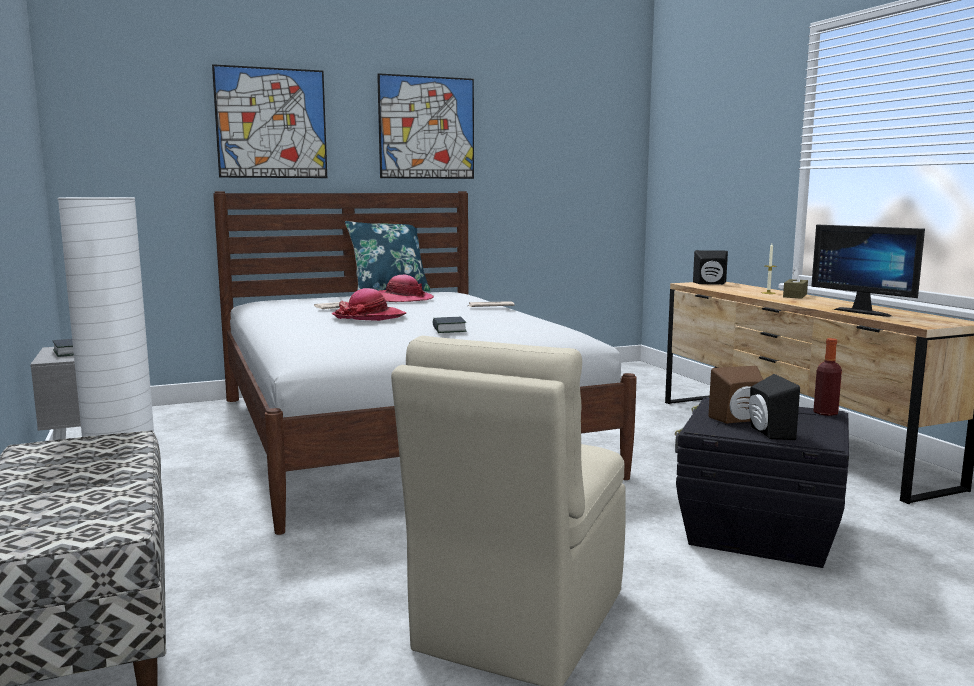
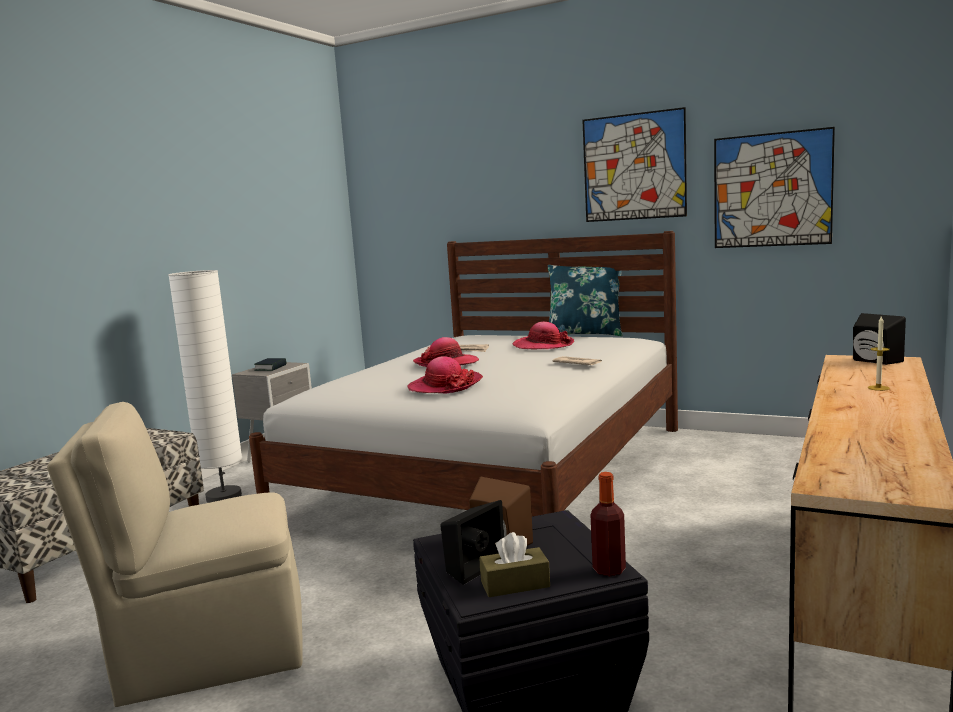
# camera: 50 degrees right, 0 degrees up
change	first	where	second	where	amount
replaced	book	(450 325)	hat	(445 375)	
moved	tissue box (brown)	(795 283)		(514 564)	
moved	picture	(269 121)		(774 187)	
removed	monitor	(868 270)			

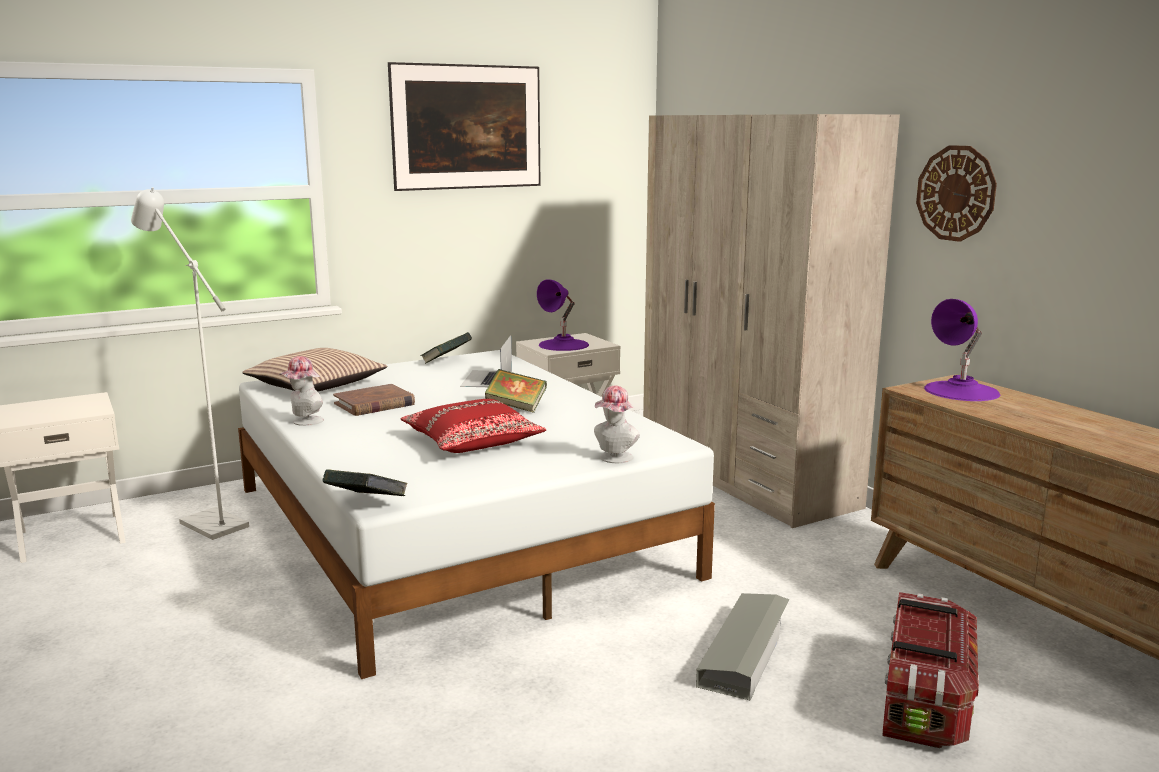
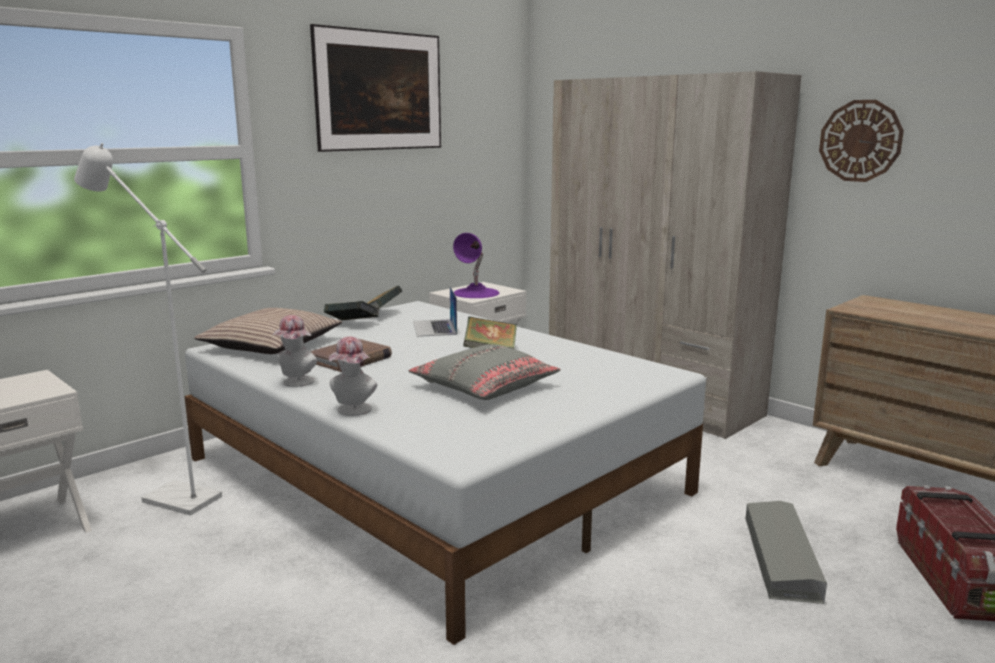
# camera: 15 degrees left, 0 degrees up
change	first	where	second	where	amount
moved	book	(365 482)		(351 311)	
moved	hat	(617 424)		(353 376)	
recoloured	pillow (red)	(473 426)	pillow (grey)	(484 372)	
removed	table lamp (purple)	(962 350)			

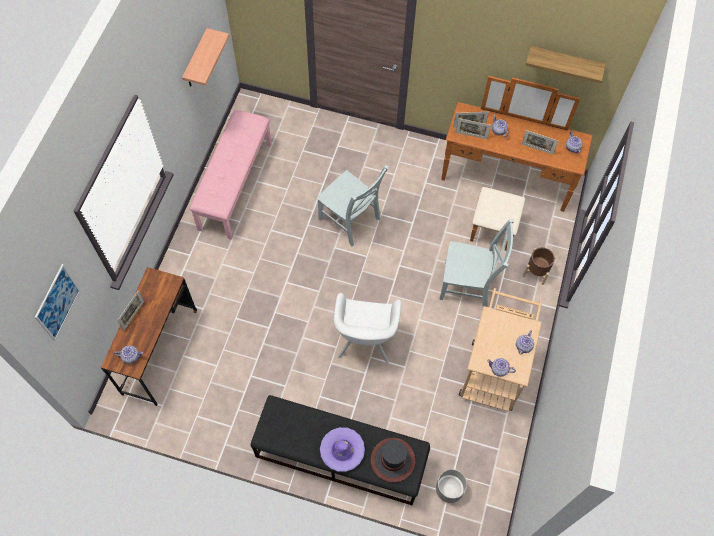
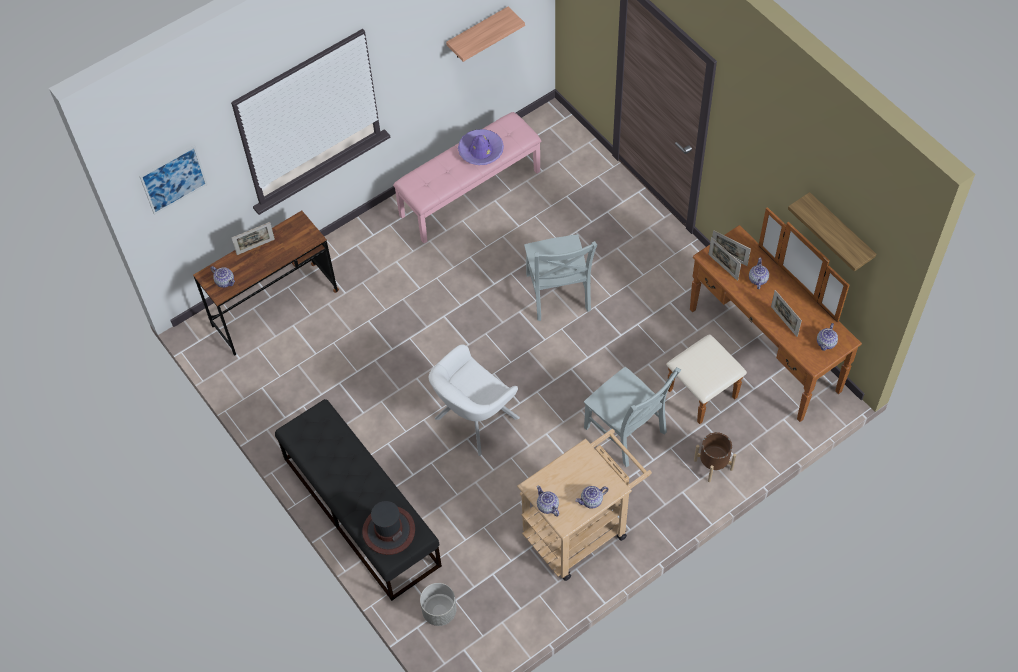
# camera: 40 degrees right, 5 degrees down
change	first	where	second	where	amount
moved	hat (purple)	(342 449)		(481 147)	

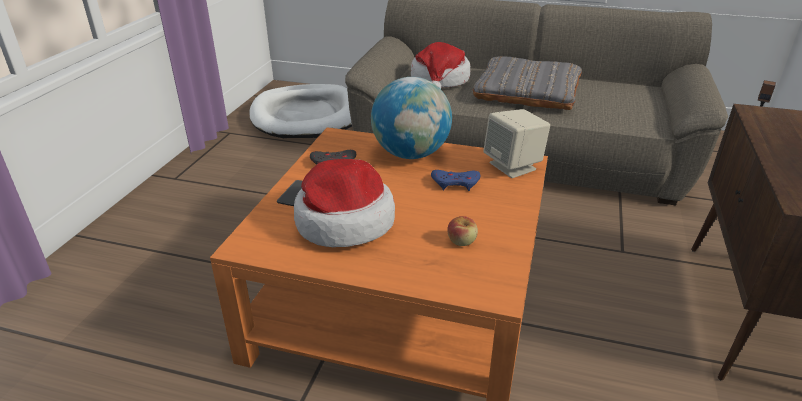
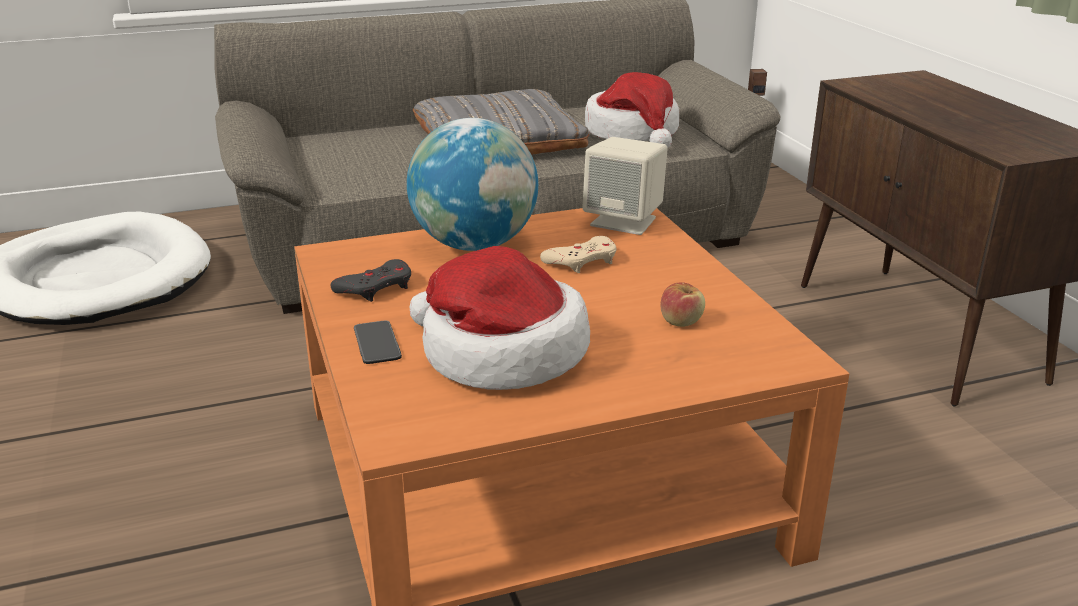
# camera: 35 degrees left, 5 degrees down
change	first	where	second	where	amount
recoloured	game controller (blue)	(455 180)	game controller (beige)	(578 254)	
moved	hat	(440 65)		(632 110)	

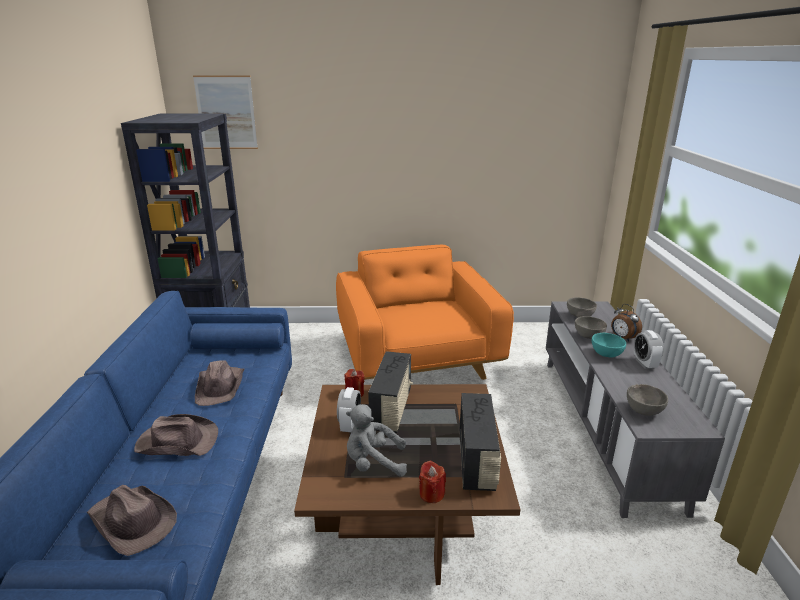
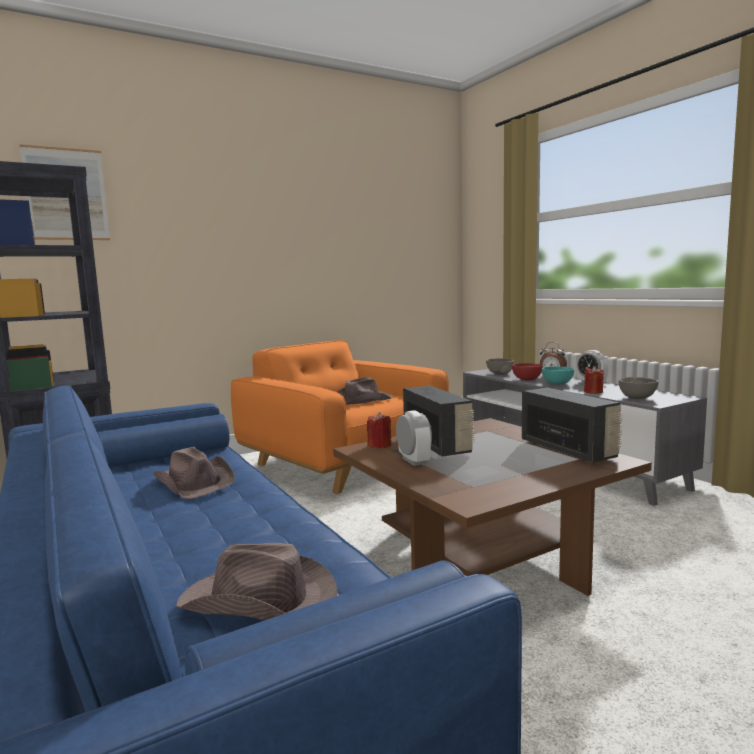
# camera: 30 degrees left, 15 degrees down
change	first	where	second	where	amount
moved	hat (brown)	(176 435)		(364 391)	
recoloured	bowl (grey)	(591 327)	bowl (red)	(527 371)	
moved	candle (red)	(432 481)		(594 380)	
removed	plush toy (grey)	(376 440)			

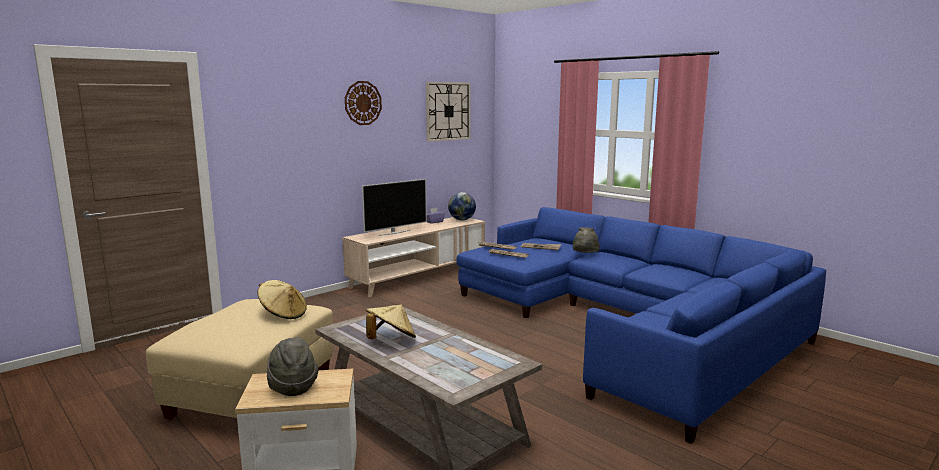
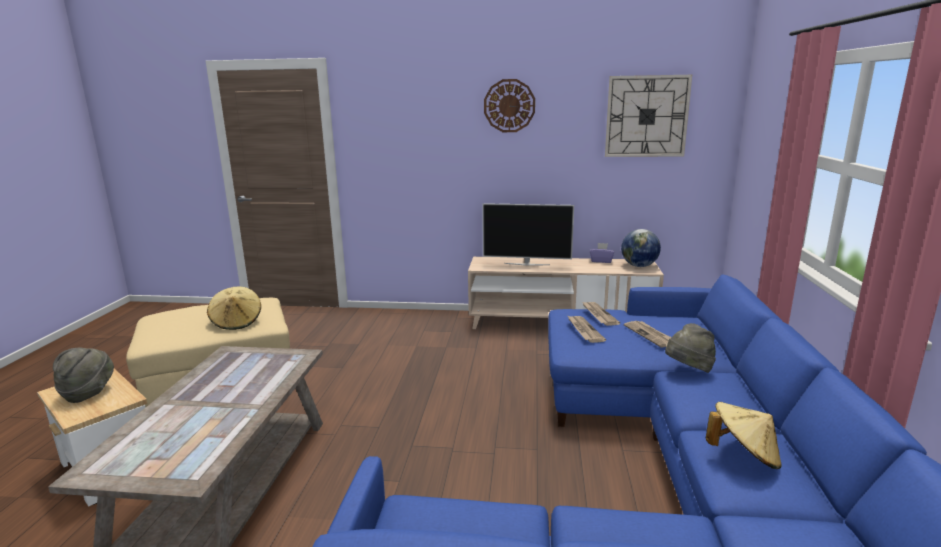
# camera: 50 degrees right, 5 degrees up
change	first	where	second	where	amount
moved	hat (beige)	(391 321)		(744 435)	

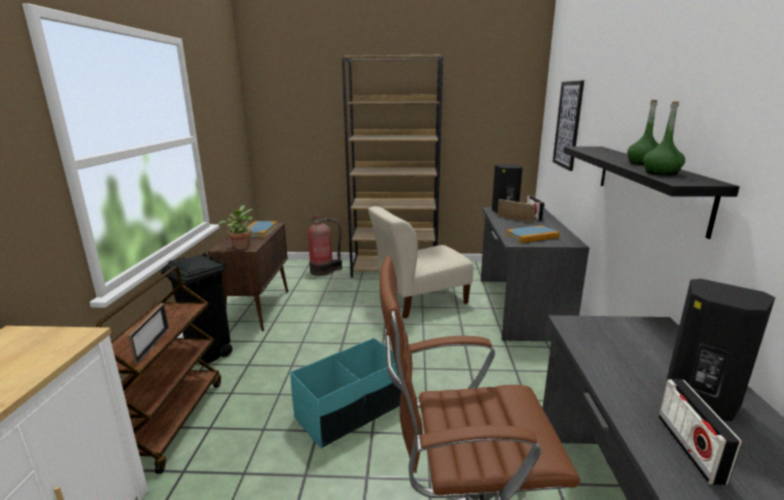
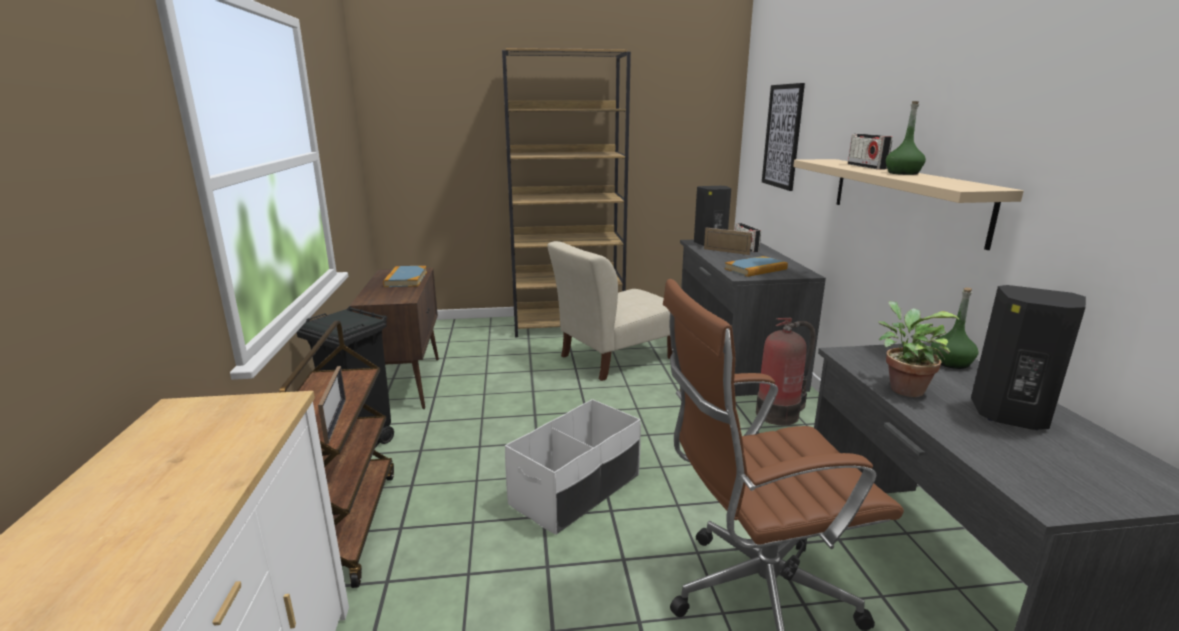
# camera: 10 degrees left, 0 degrees up
change	first	where	second	where	amount
recoloured	storage box (turquoise)	(345 393)	storage box (white)	(573 467)	
moved	fire extinguisher	(325 245)		(785 371)	
recoloured	shelf (black)	(651 192)	shelf (beige)	(908 204)	
moved	radio	(700 432)		(870 152)	
moved	potted plant	(235 227)		(919 349)	
moved	bottle (green)	(664 138)		(955 328)	

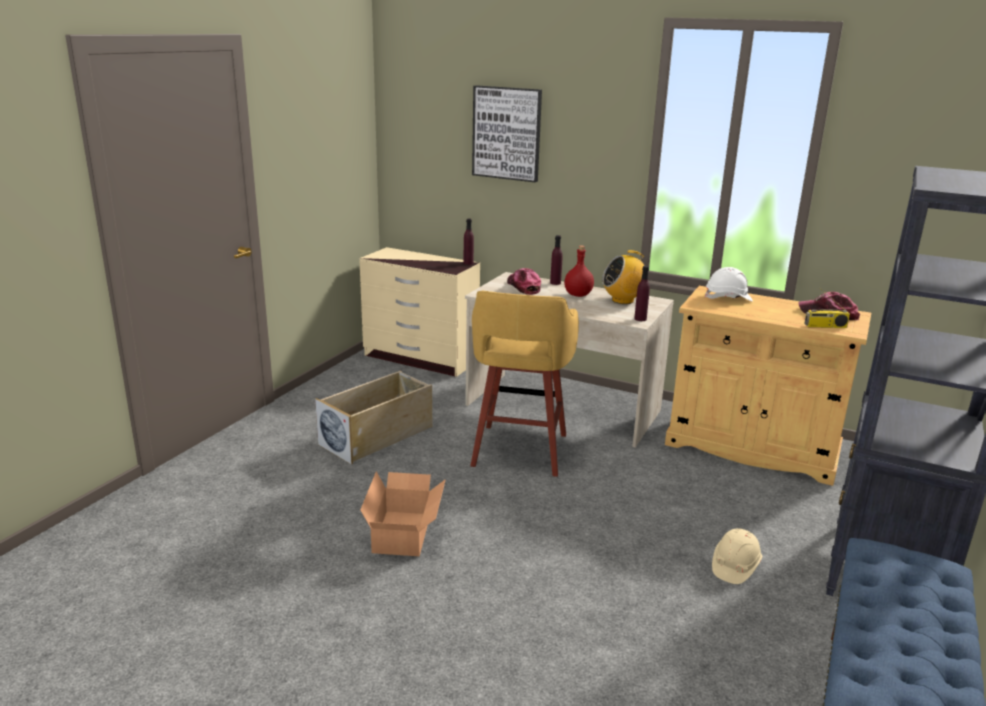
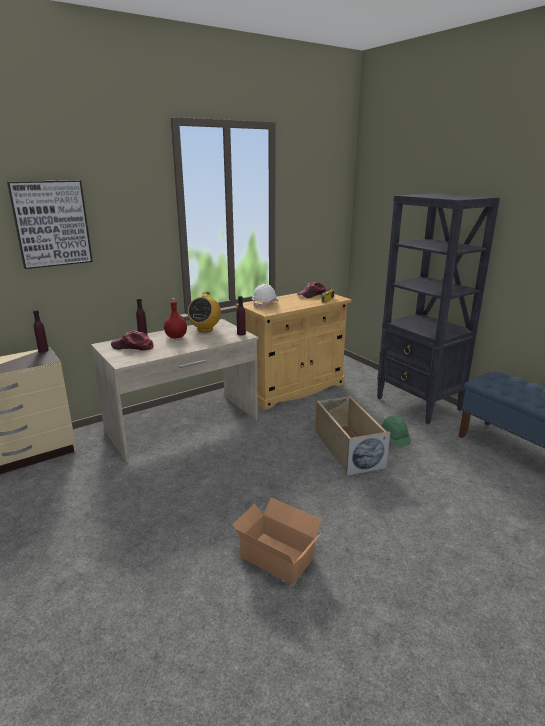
# camera: 60 degrees left, 0 degrees up
change	first	where	second	where	amount
moved	storage box (beige)	(373 418)		(353 436)	
recoloured	hard hat (beige)	(737 556)	hard hat (green)	(396 431)	
removed	stool (yellow)	(524 383)			

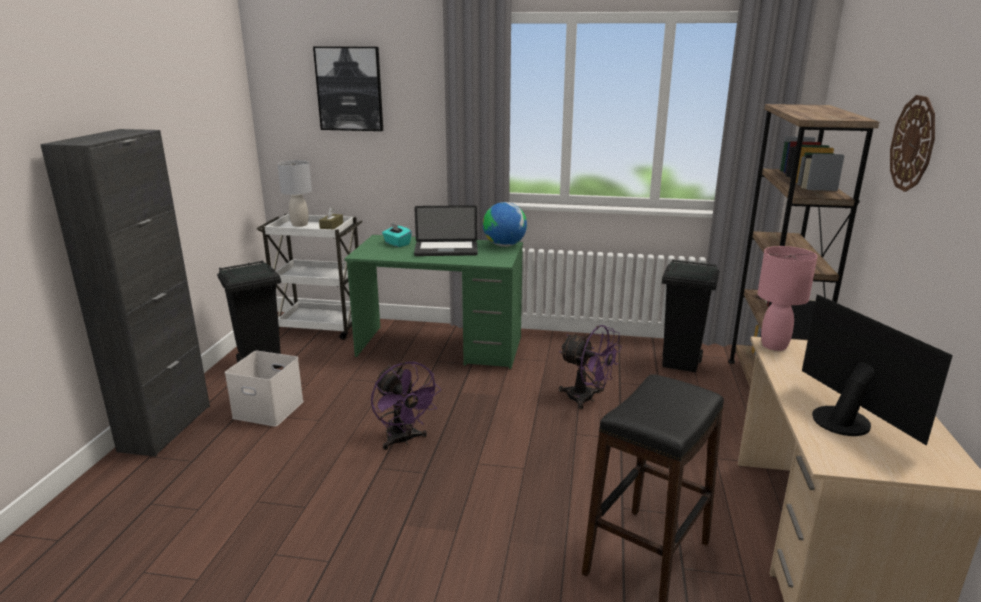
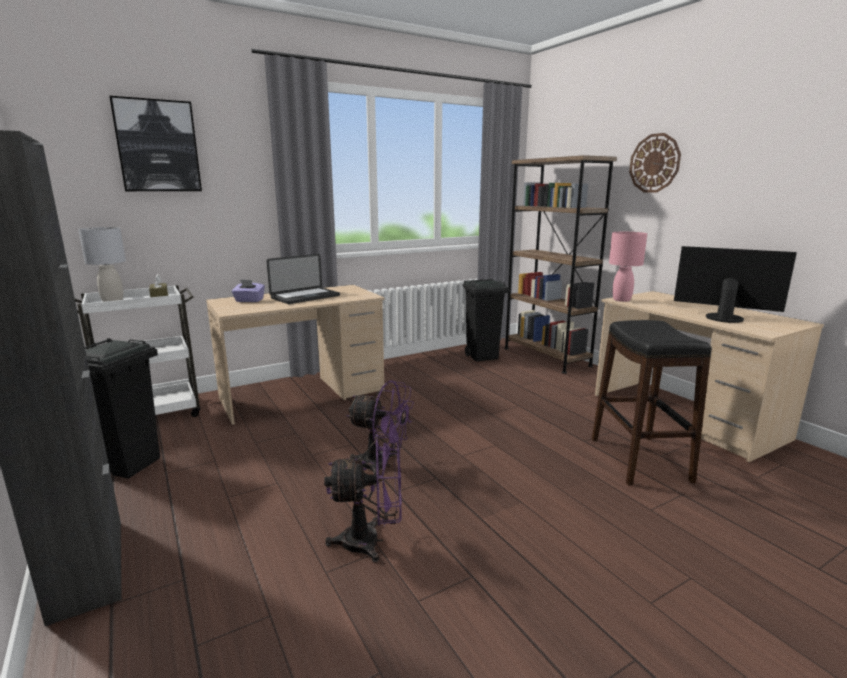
# camera: 40 degrees left, 5 degrees down
change	first	where	second	where	amount
recoloured	desk (green)	(433 302)	desk (beige)	(295 355)	
recoloured	tissue box (turquoise)	(397 235)	tissue box (purple)	(248 290)	
moved	fan (purple)	(590 367)		(363 498)	
removed	storage box (white)	(264 389)			
removed	globe	(505 224)			

